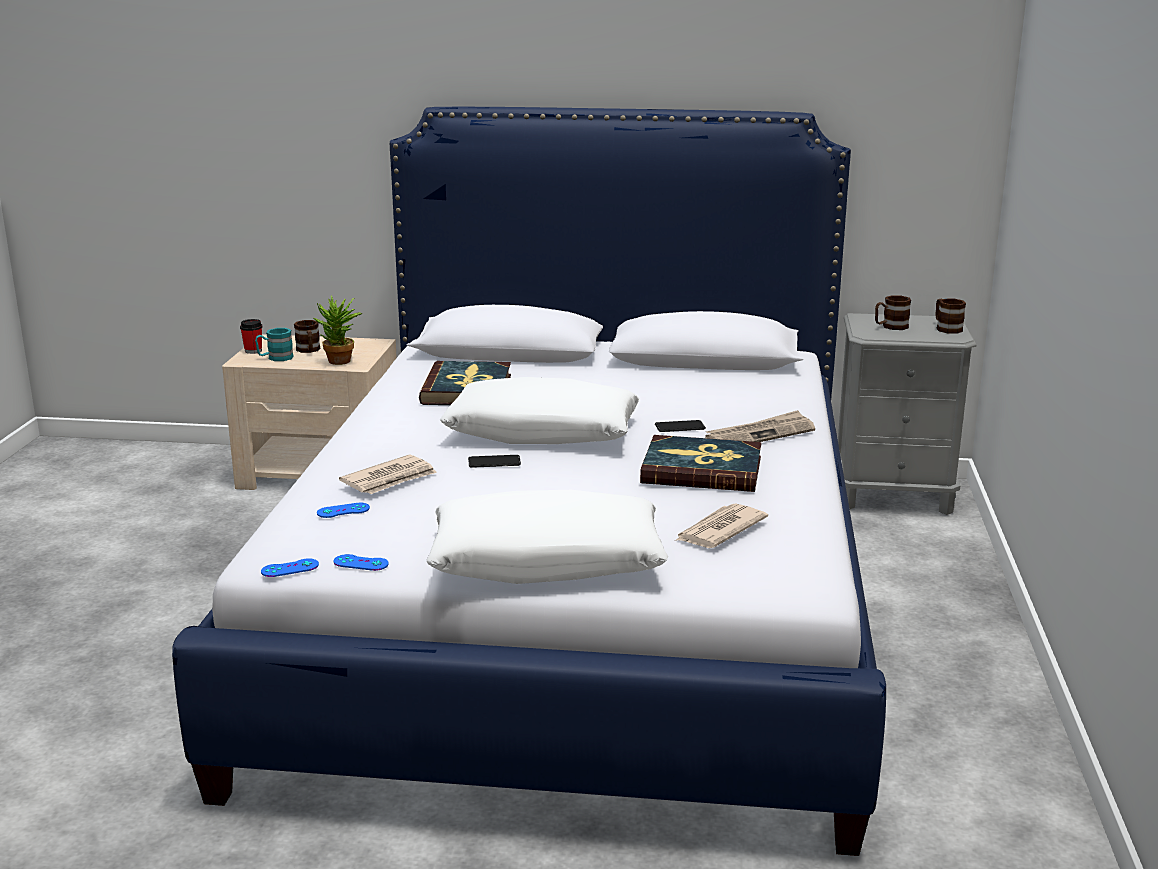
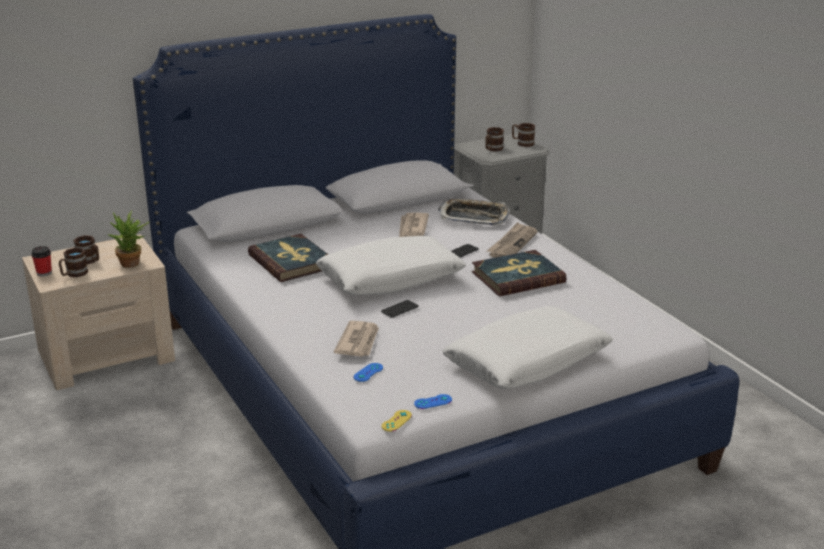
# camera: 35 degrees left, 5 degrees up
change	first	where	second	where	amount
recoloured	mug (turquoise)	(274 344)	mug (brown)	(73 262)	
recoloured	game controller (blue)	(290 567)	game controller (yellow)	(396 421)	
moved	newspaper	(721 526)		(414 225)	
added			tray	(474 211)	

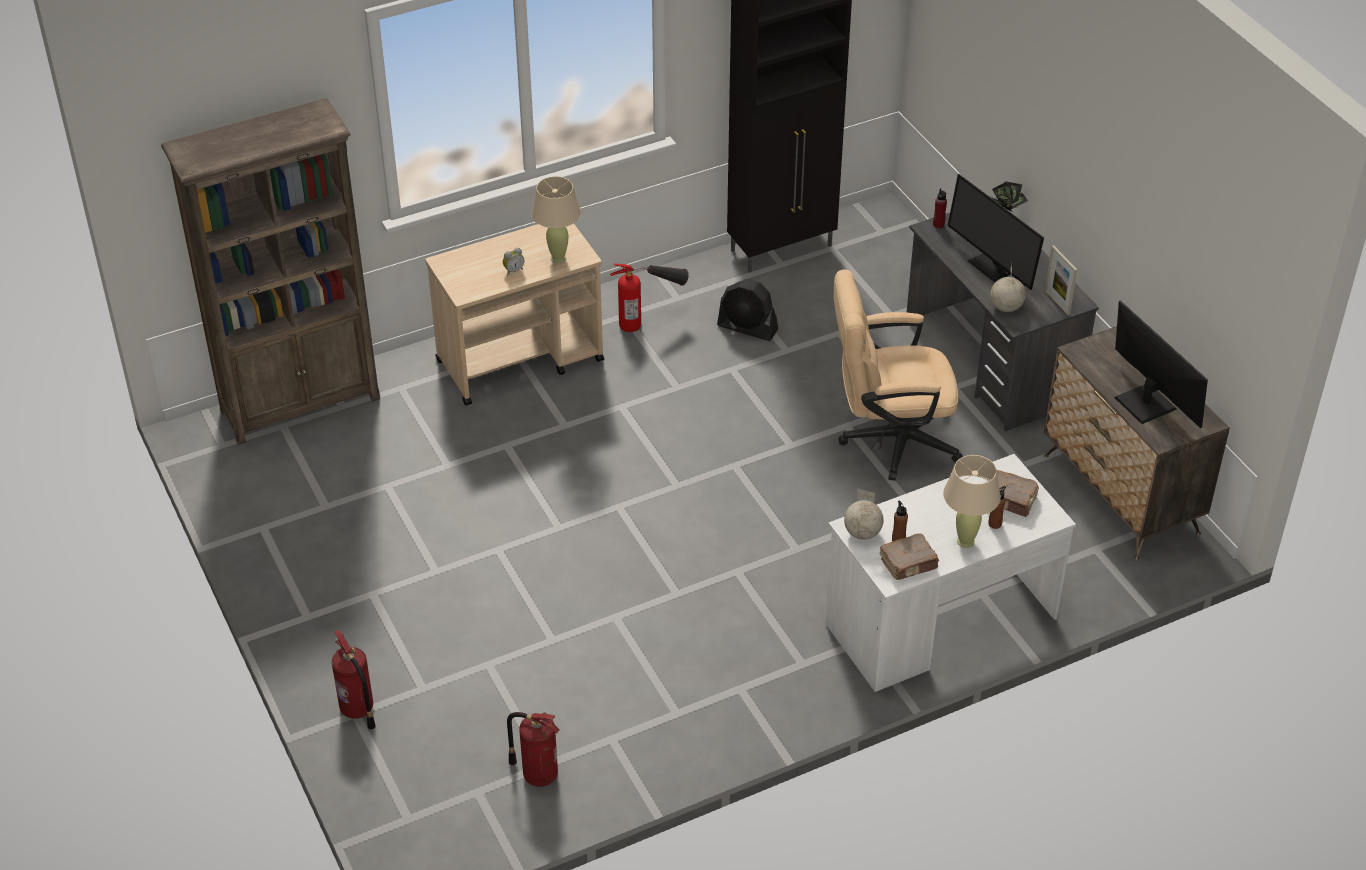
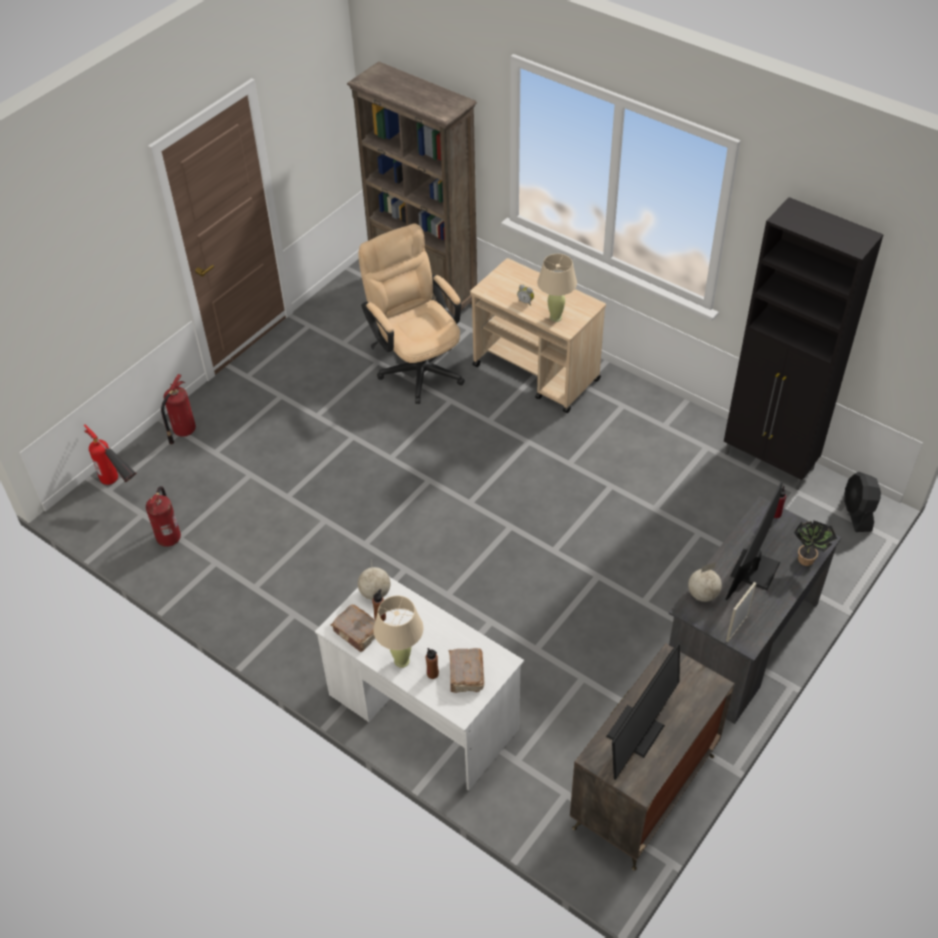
# camera: 65 degrees right, 5 degrees up
change	first	where	second	where	amount
moved	fire extinguisher	(649 297)		(110 454)	
moved	office chair (beige)	(898 375)		(411 313)	
moved	fan (black)	(747 310)		(862 502)	

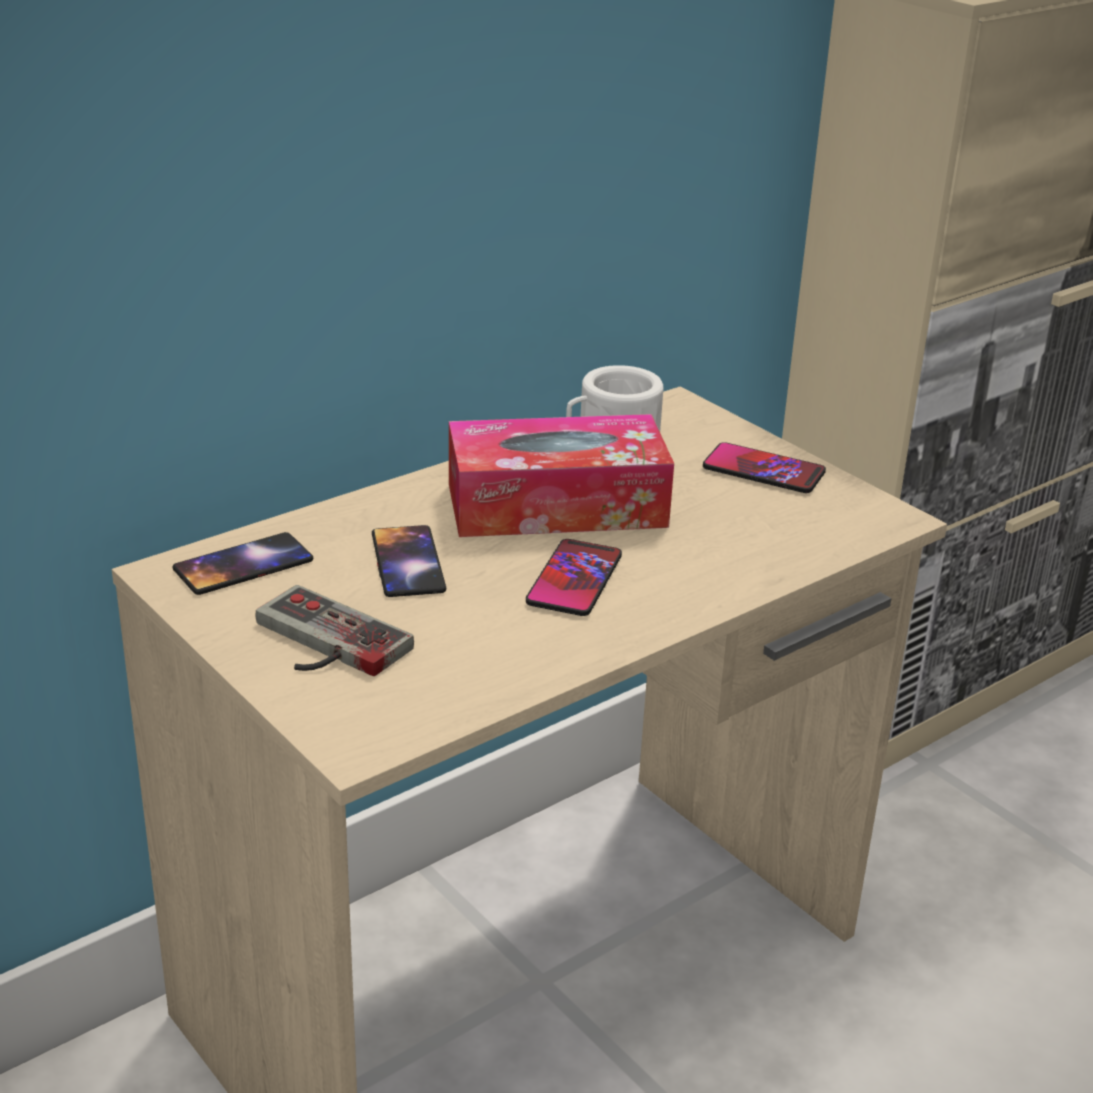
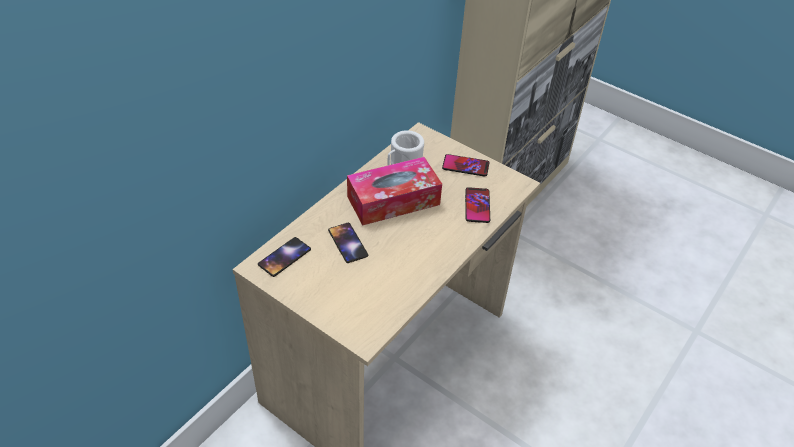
# camera: 15 degrees left, 15 degrees up
change	first	where	second	where	amount
moved	phone	(574 577)		(477 205)	
removed	game controller	(335 630)			

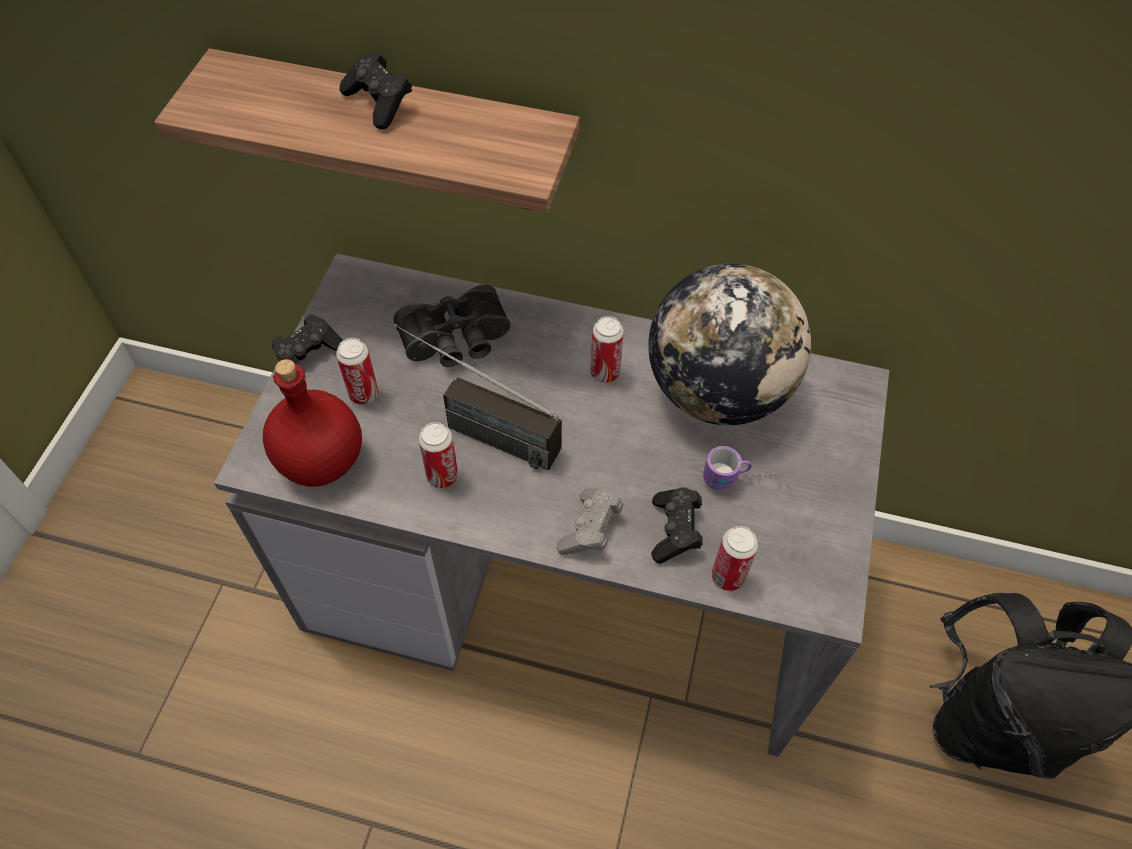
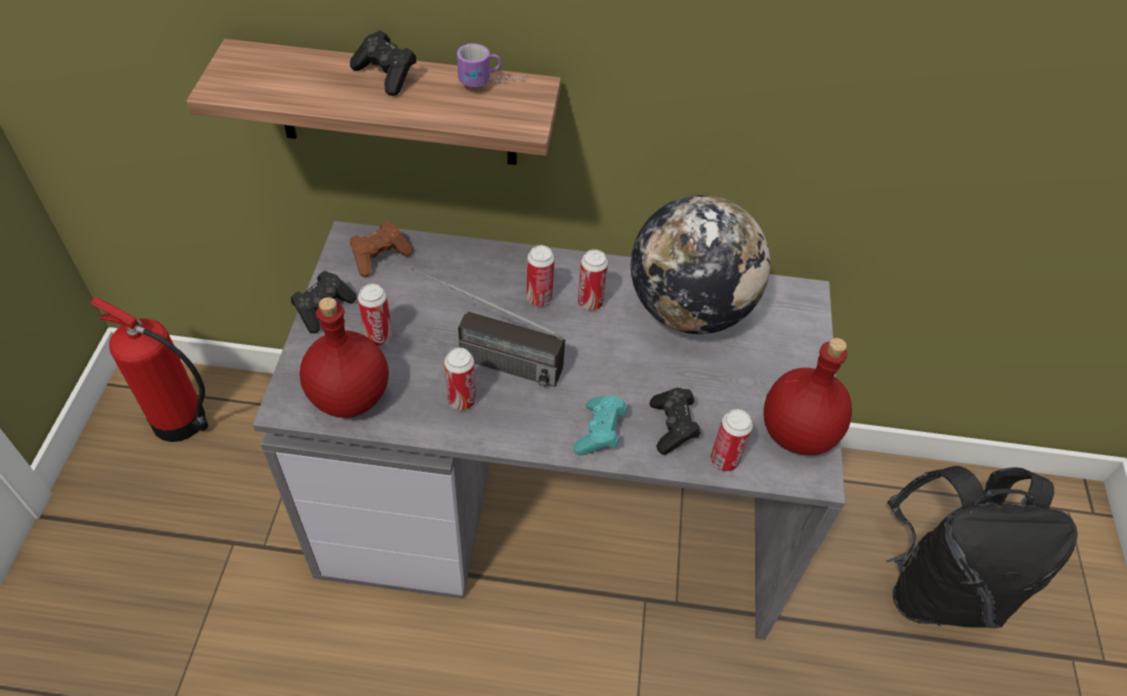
# camera: 10 degrees left, 5 degrees down
change	first	where	second	where	amount
added			fire extinguisher	(149 370)	
added			game controller (brown)	(381 249)	
moved	mug	(739 468)		(492 65)	
added			can	(540 275)	
recoloured	game controller (grey)	(590 521)	game controller (turquoise)	(600 425)	
added			bottle (red)	(808 396)	
removed	binoculars (black)	(452 325)			

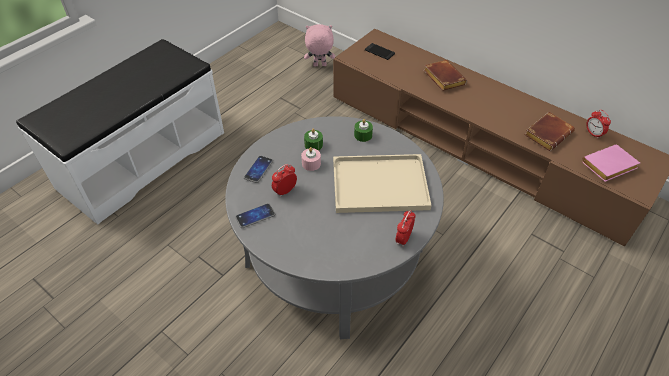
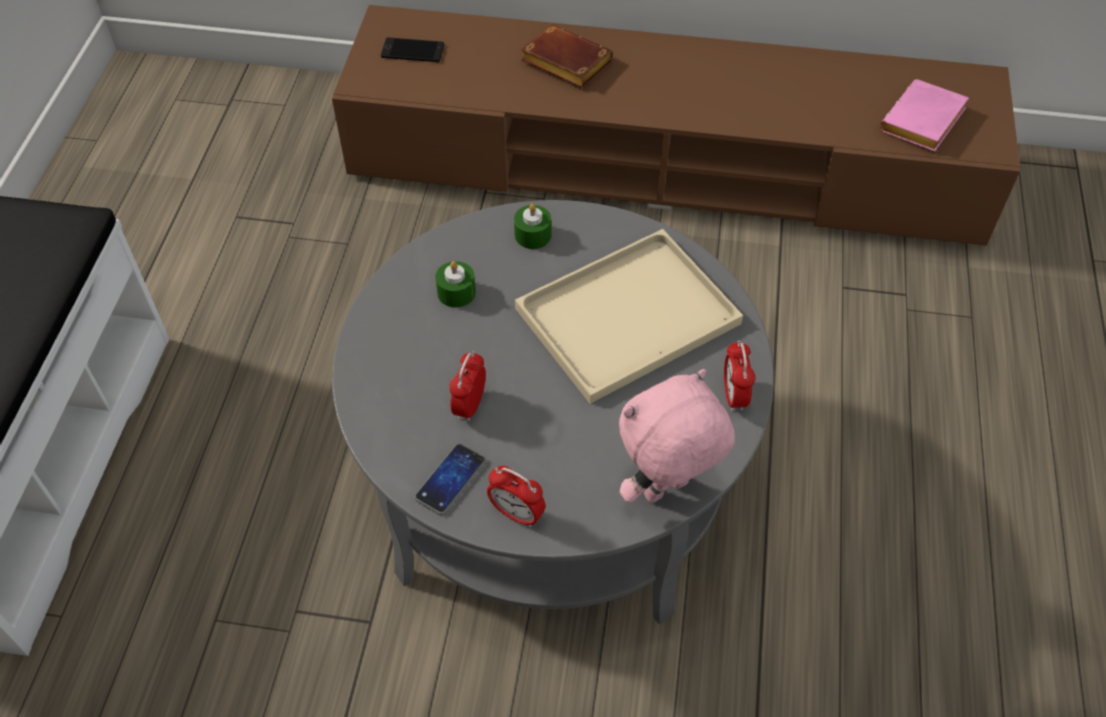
# camera: 30 degrees left, 5 degrees up
change	first	where	second	where	amount
moved	alarm clock	(598 124)		(516 496)	
moved	plush toy (pink)	(319 45)		(677 436)	
removed	phone	(258 169)			
removed	candle (pink)	(311 159)			
removed	book (brown)	(549 131)			

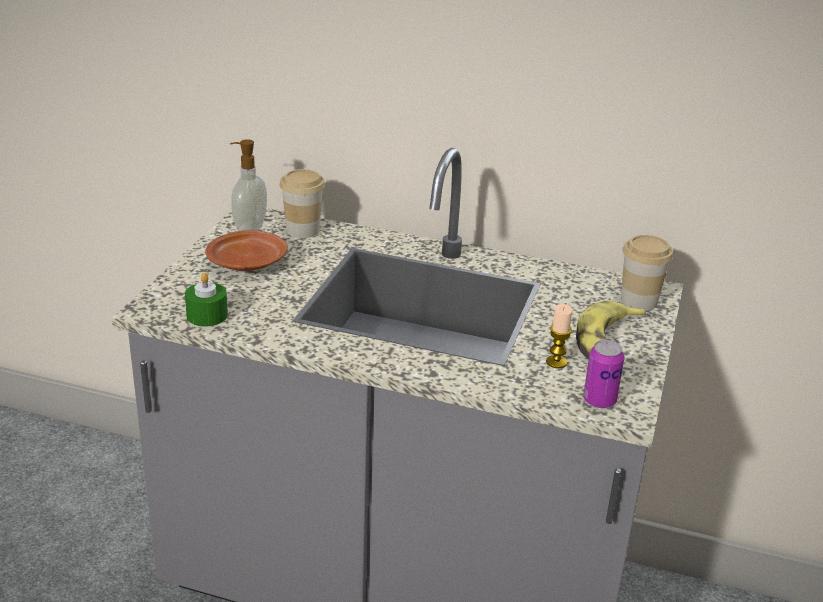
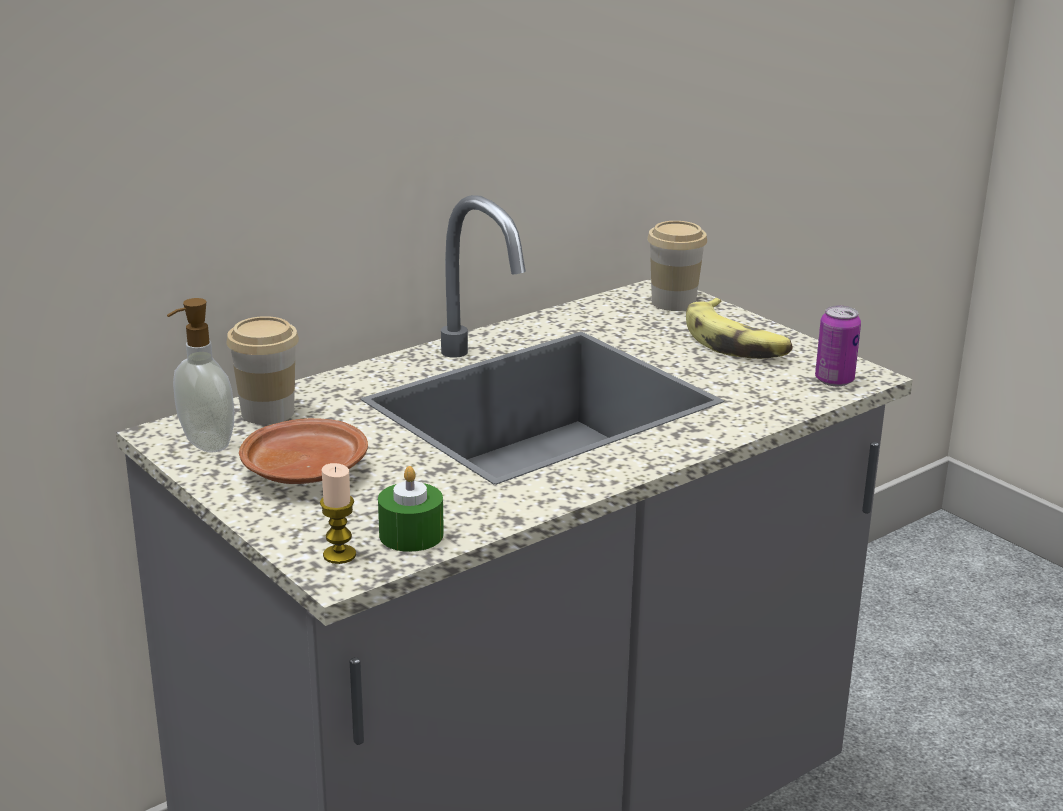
# camera: 55 degrees left, 5 degrees down
change	first	where	second	where	amount
moved	candle	(559 336)		(338 513)	

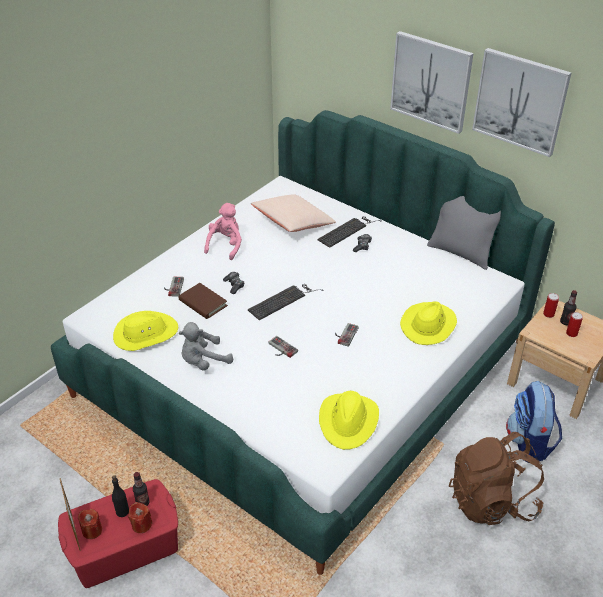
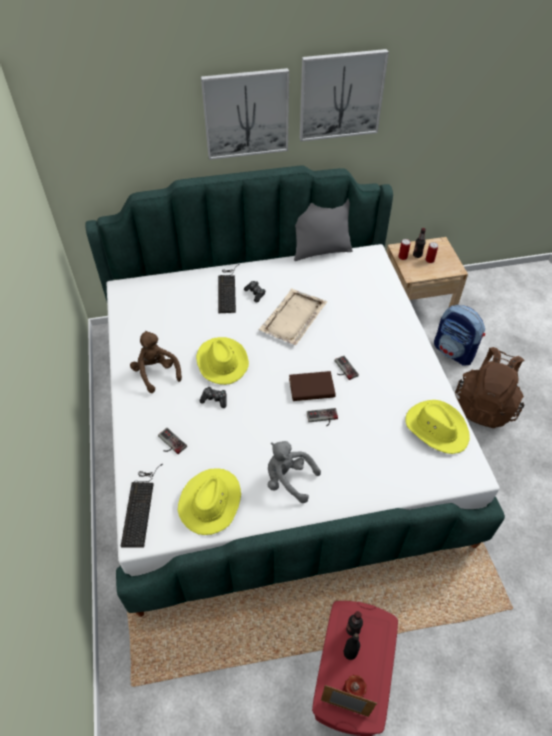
# camera: 50 degrees left, 10 degrees up
change	first	where	second	where	amount
moved	keyboard	(286 302)		(141 506)	
recoloured	plush toy (pink)	(223 231)	plush toy (brown)	(156 362)	
moved	hat (yellow)	(428 323)		(222 361)	
added			tray (beige)	(292 317)	
turned	plush toy (grey)	(206 346)		(294 472)	105 degrees clockwise
moved	book (brown)	(203 301)		(312 386)	
removed	candle (red)	(140 517)			
removed	pillow (beige)	(293 213)			

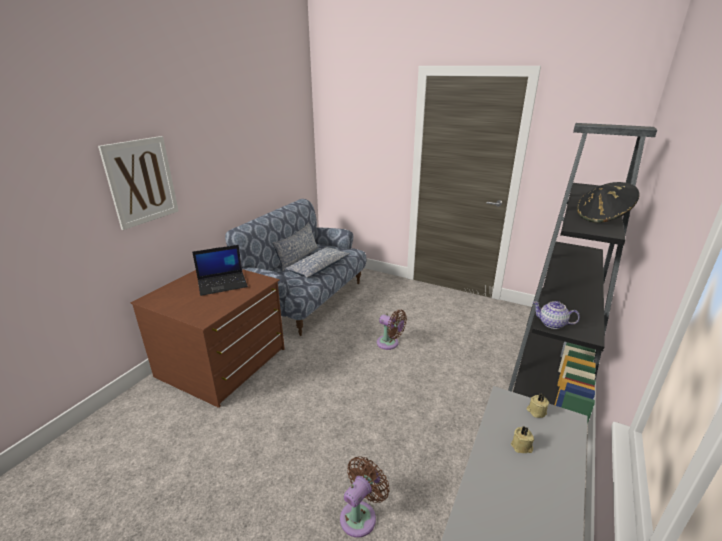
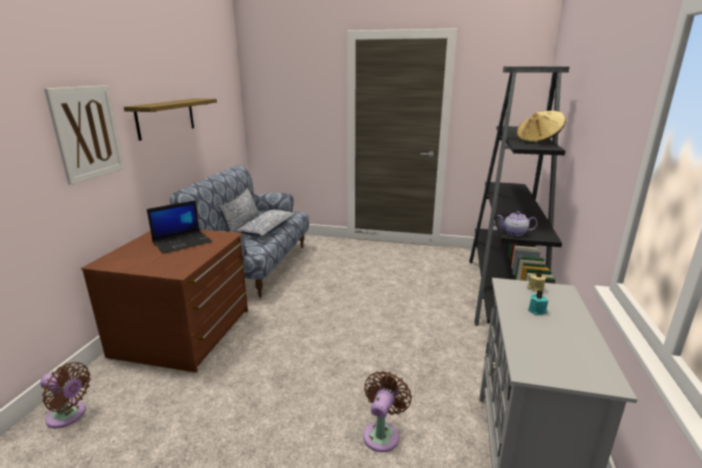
# camera: 15 degrees left, 5 degrees down
change	first	where	second	where	amount
moved	fan (brown)	(392 330)		(65 395)	
added			shelf	(170 119)	
recoloured	hat (black)	(608 202)	hat (beige)	(541 127)	
recoloured	candle (beige)	(522 439)	candle (turquoise)	(538 302)	

